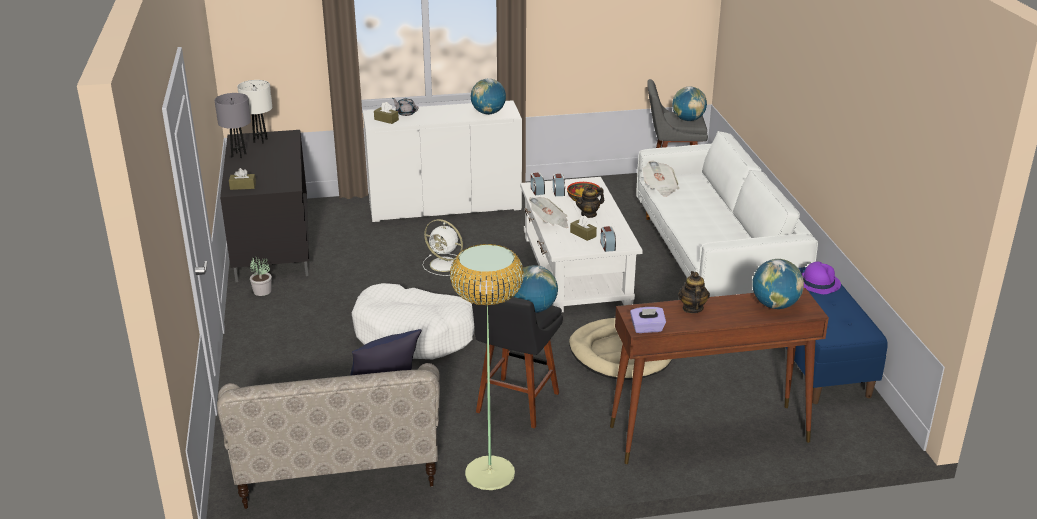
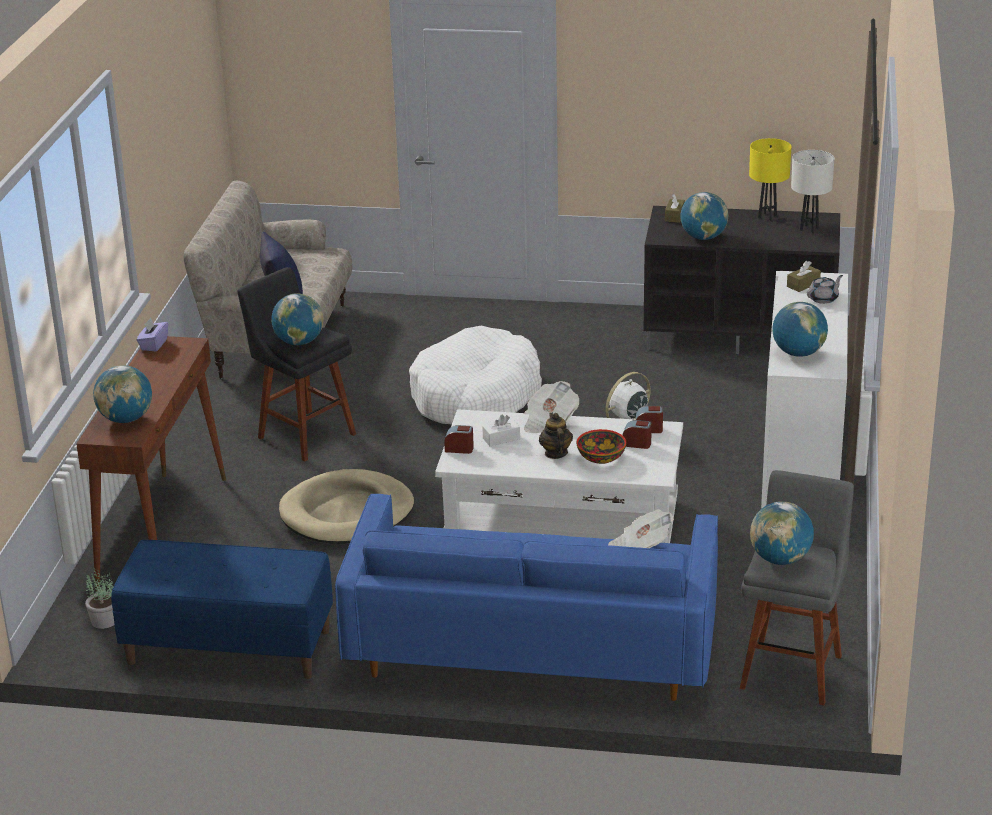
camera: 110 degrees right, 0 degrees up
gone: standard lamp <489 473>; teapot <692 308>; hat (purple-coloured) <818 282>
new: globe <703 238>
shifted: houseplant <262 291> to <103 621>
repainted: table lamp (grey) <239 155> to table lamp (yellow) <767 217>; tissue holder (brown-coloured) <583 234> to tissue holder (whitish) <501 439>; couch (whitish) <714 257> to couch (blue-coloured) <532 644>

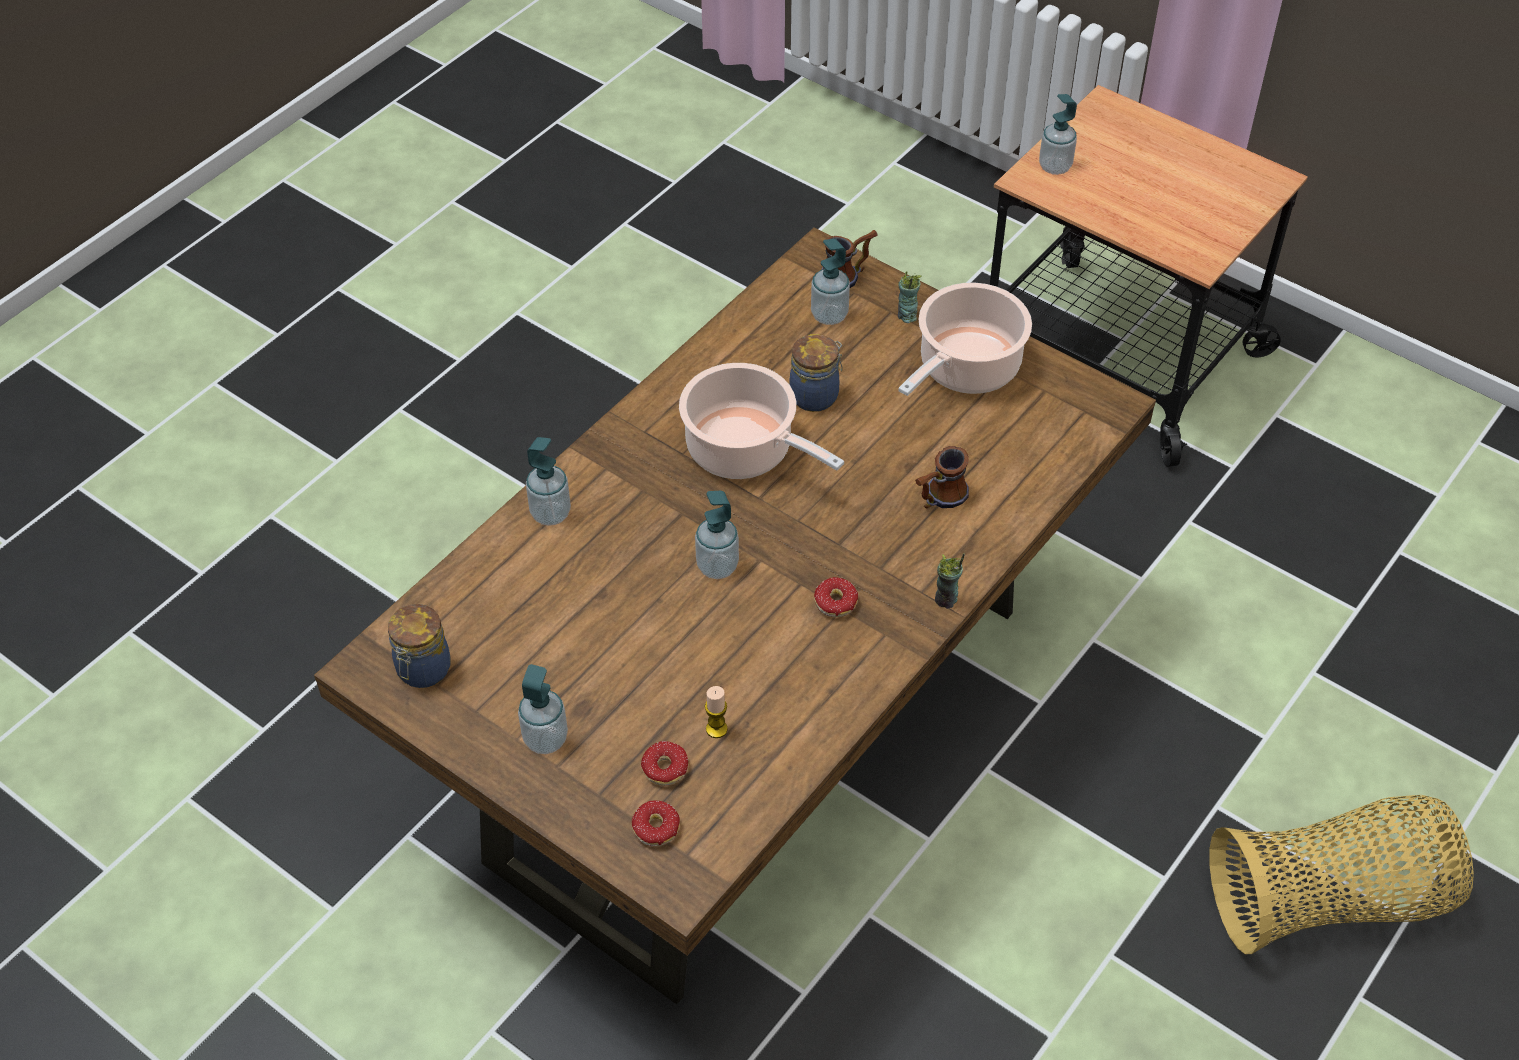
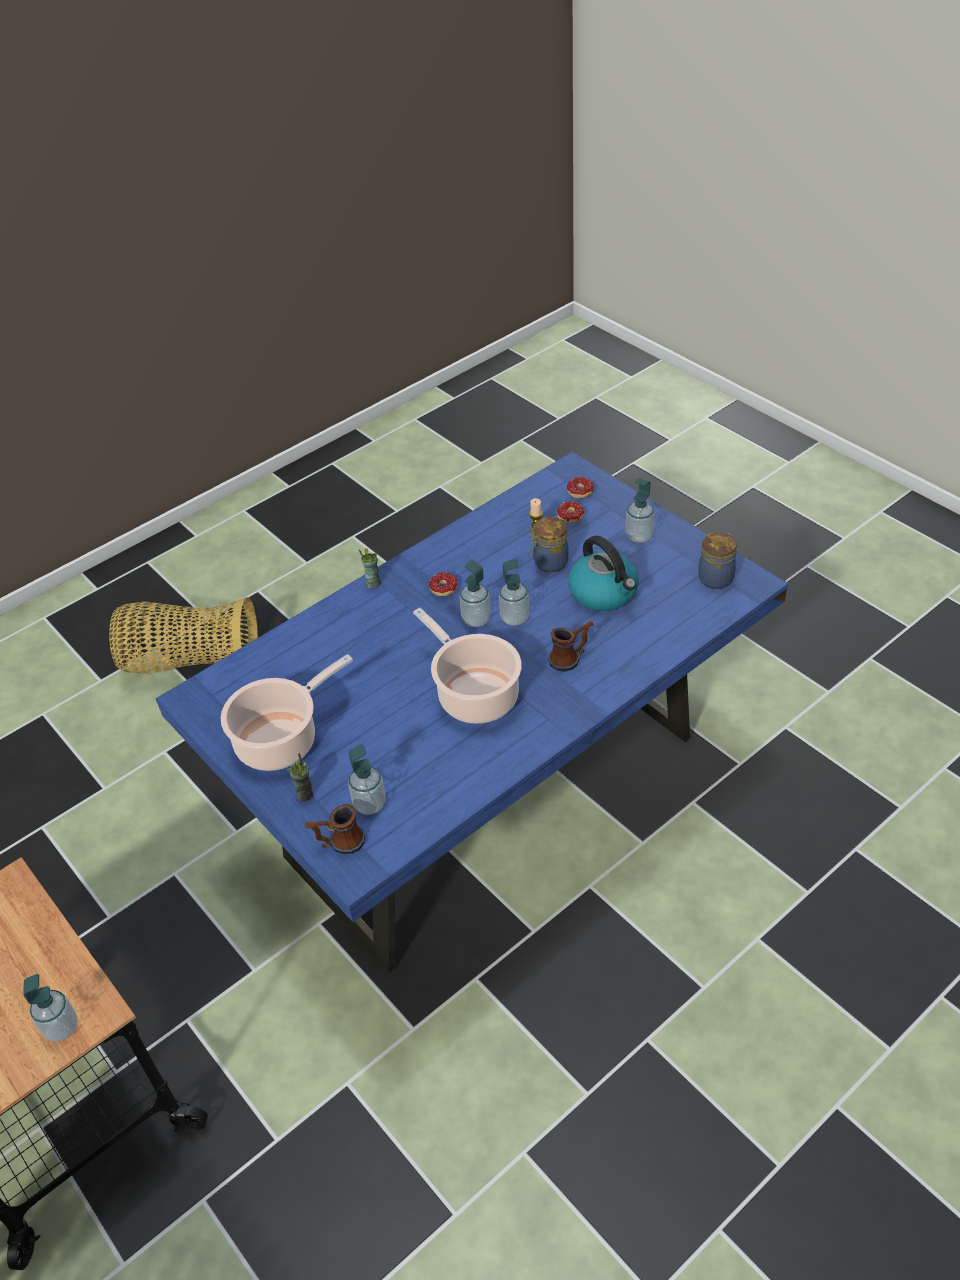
camera: 165 degrees left, 5 degrees down
new: tea kettle <604 593>
shifted: soap bottle <550 513> to <476 619>; storage jar <816 395> to <549 563>; coffee mug <938 499> to <571 657>
repainted: kitchen table (brown-coloured) <760 730> to kitchen table (blue-coloured) <491 799>

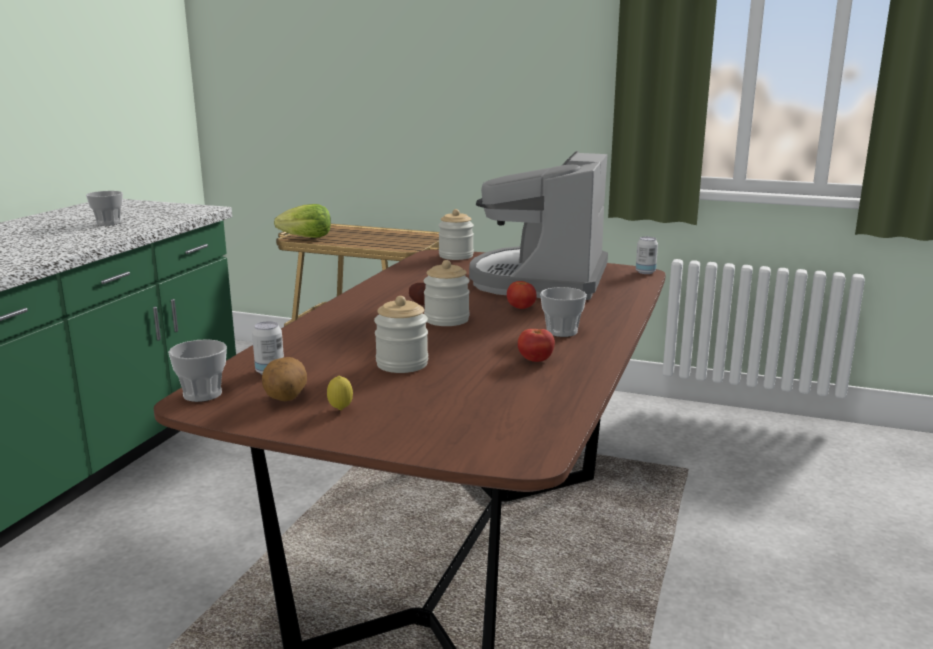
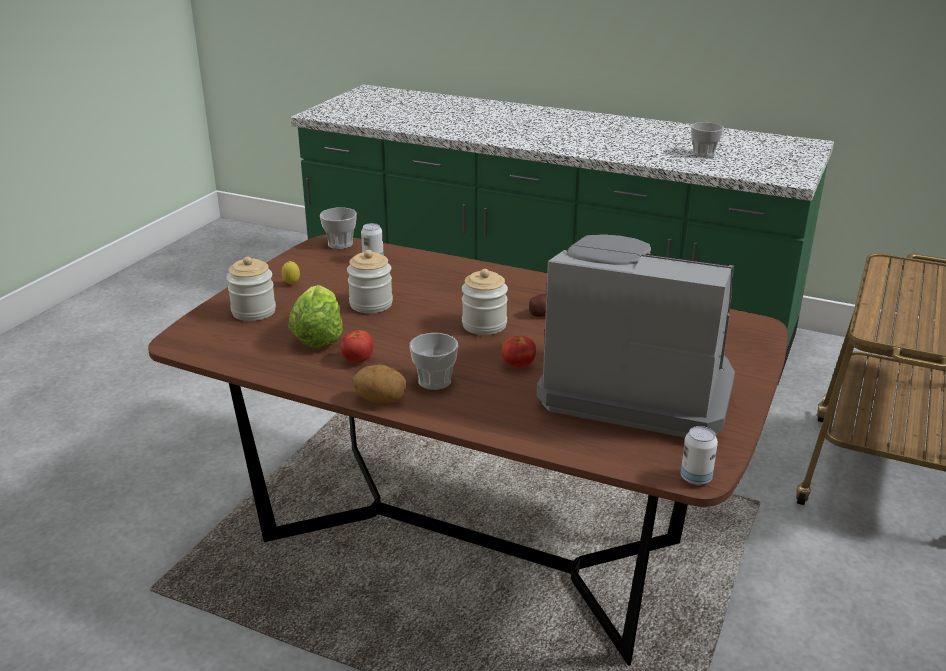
camera: 95 degrees right, 10 degrees up
shifted: spud <285 398> to <380 400>; head of lettuce <307 238> to <318 337>; storage jar <456 256> to <254 311>

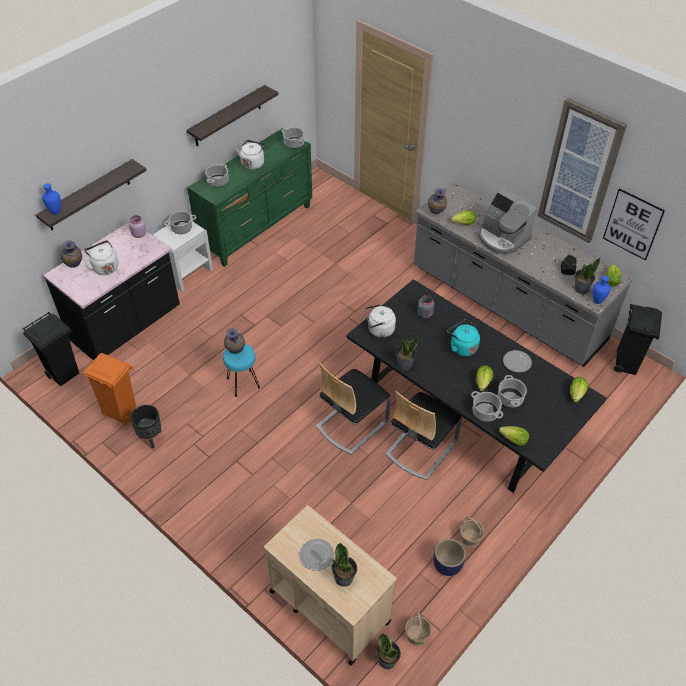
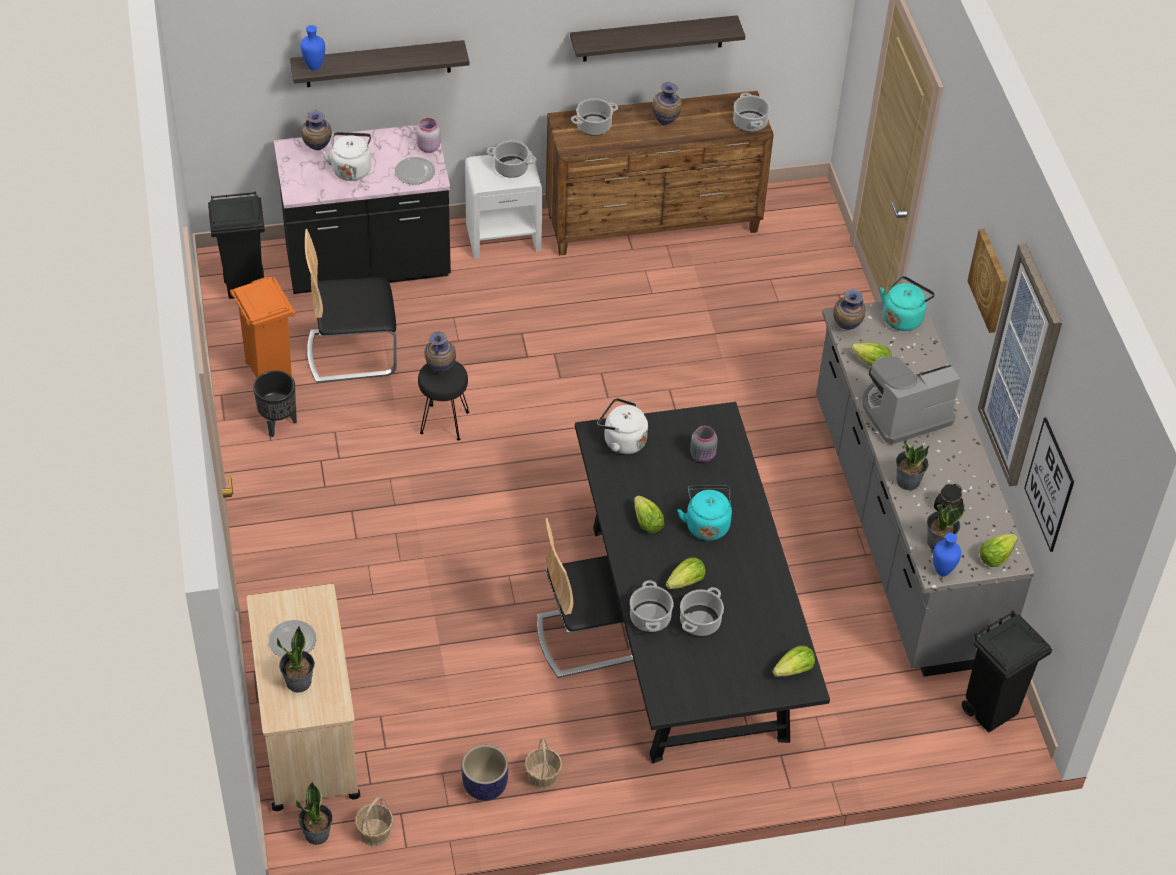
camera: 35 degrees right, 0 degrees up
new: tea kettle (turquoise-coloured) <903 317>; wall art <990 280>
shifted: chair <351 424> to <352 352>; houseplant <404 363> to <908 481>; head of lettuce <514 440> to <647 523>; dinner plate <517 362> to <414 172>
swapped: tea kettle (whitish) <253 163> to flower vase <666 123>
repainted: dresser (green-coloured) <257 228> to dresser (brown-coloured) <654 224>; sitting stool (turquoise-coloured) <242 383> to sitting stool (black) <444 422>
rotated: coffee brewer <502 238> = <904 413> 75 degrees clockwise

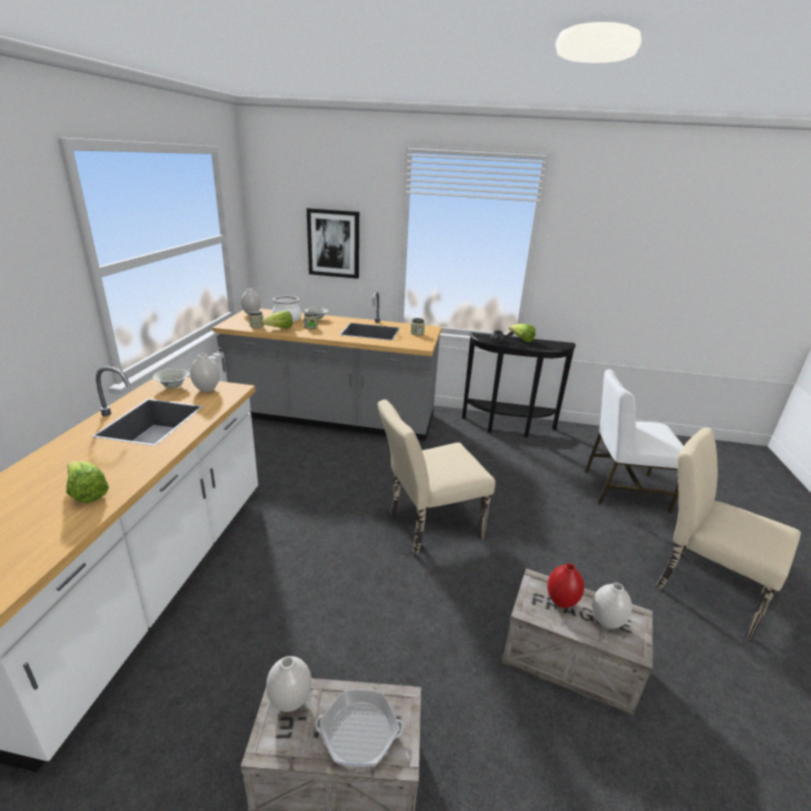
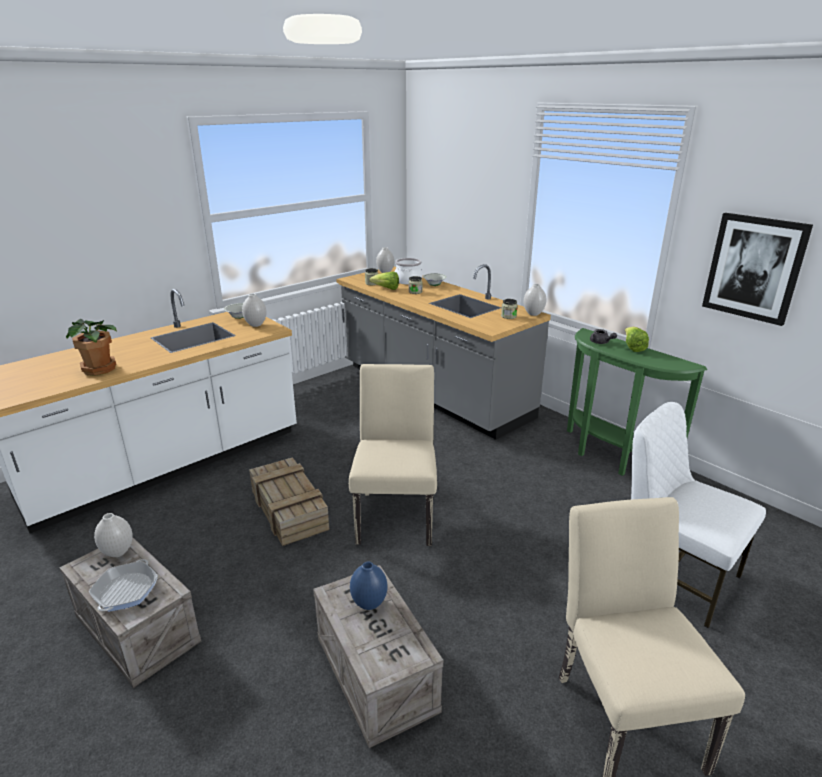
camera: 40 degrees right, 0 degrees up
new: packing crate <288 509>
shifted: wall art <333 243> to <754 268>; flower vase (whitish) <606 622> to <533 314>
swapped: head of lettuce <87 493> to houseplant <100 369>
repainted: console table (black) <508 428> to console table (green-coloured) <610 458>; flower vase (red-coloured) <560 602> to flower vase (blue-coloured) <368 603>
rotated: skillet <359 732> = <126 590> 120 degrees counterclockwise; chair (sand-coloured) <428 527> = <396 512> 75 degrees clockwise

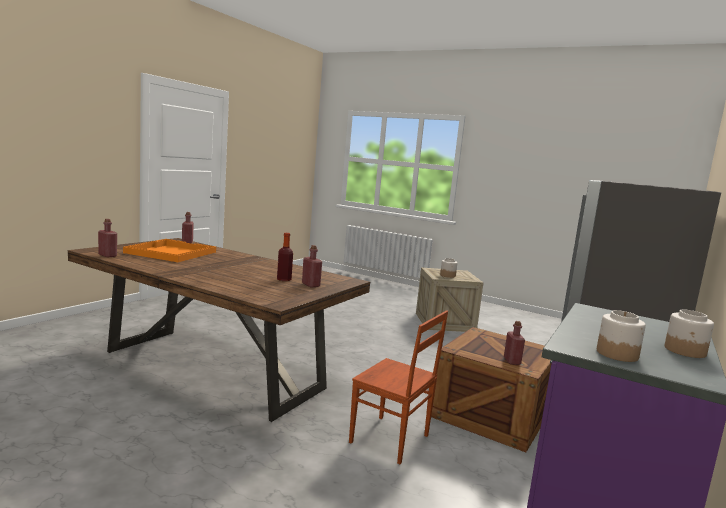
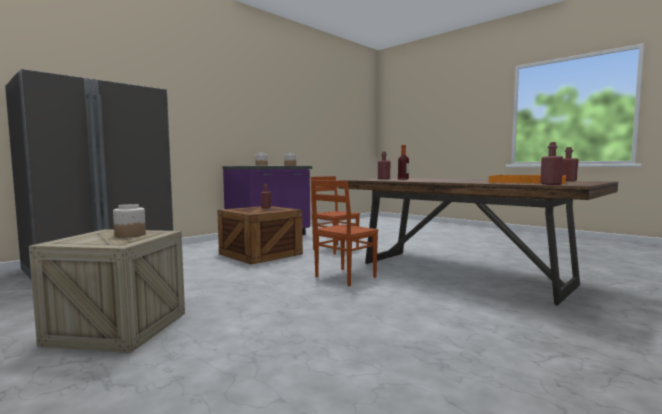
camera: 165 degrees left, 5 degrees down
new: chair (brown-coloured) <344 277>

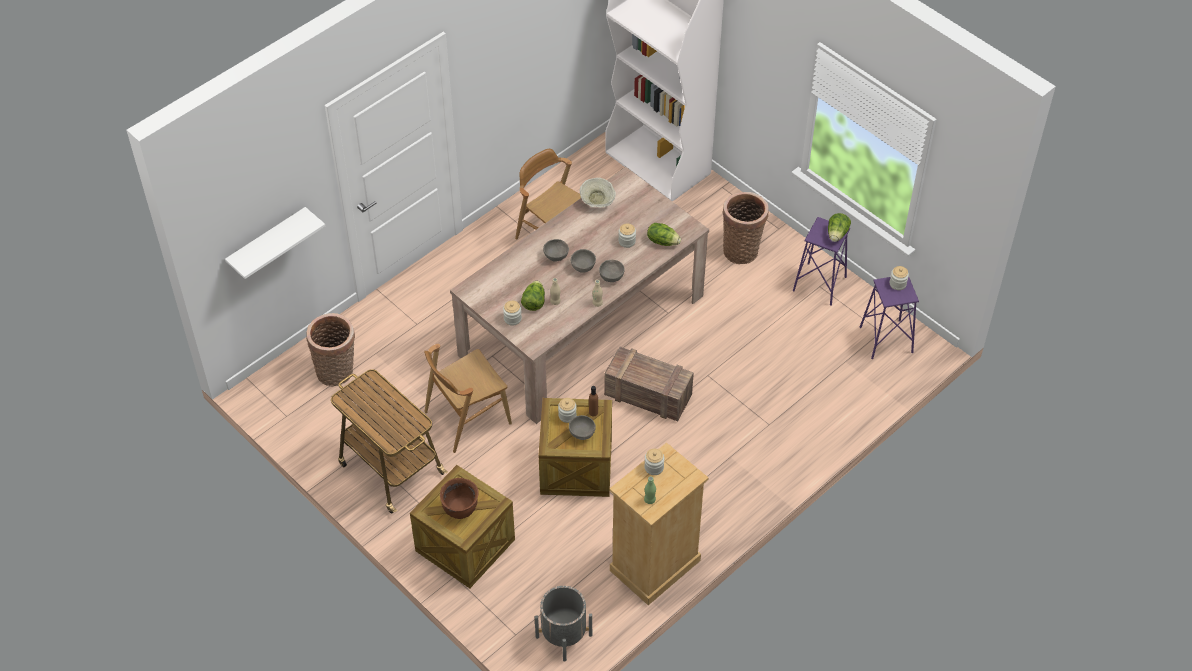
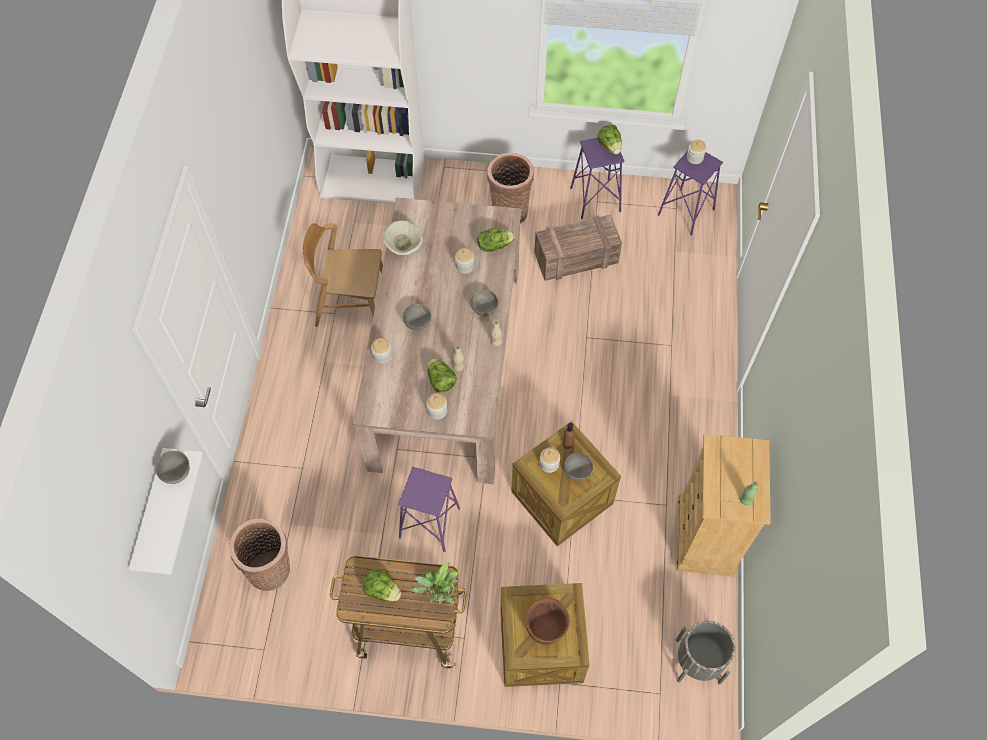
camera: 40 degrees left, 10 degrees up
new: head of lettuce <382 590>; houseplant <438 595>
shifted: serving bowl (grey) <582 267> to <176 473>; packing crate <649 395> to <577 258>; storage jar <654 467> to <382 356>
swapped: chair (brown-coloured) <467 417> to sitting stool (purple-coloured) <429 523>

